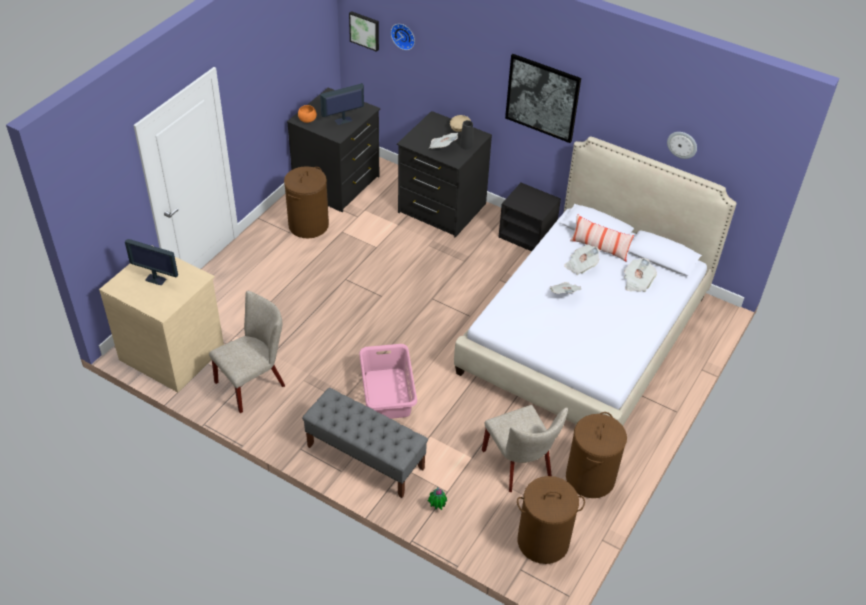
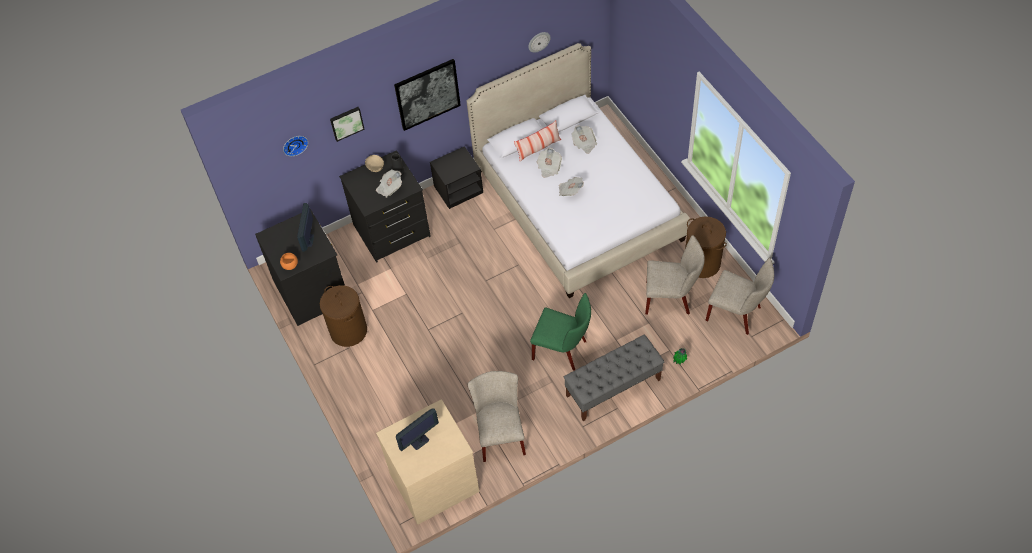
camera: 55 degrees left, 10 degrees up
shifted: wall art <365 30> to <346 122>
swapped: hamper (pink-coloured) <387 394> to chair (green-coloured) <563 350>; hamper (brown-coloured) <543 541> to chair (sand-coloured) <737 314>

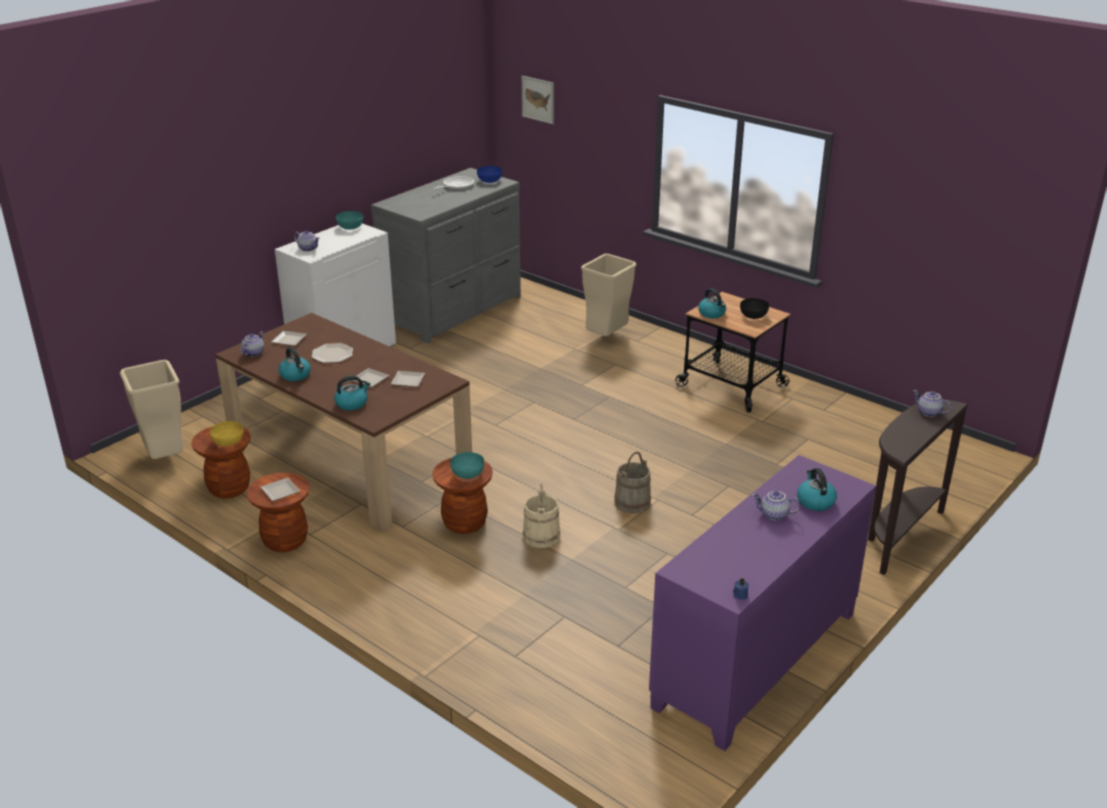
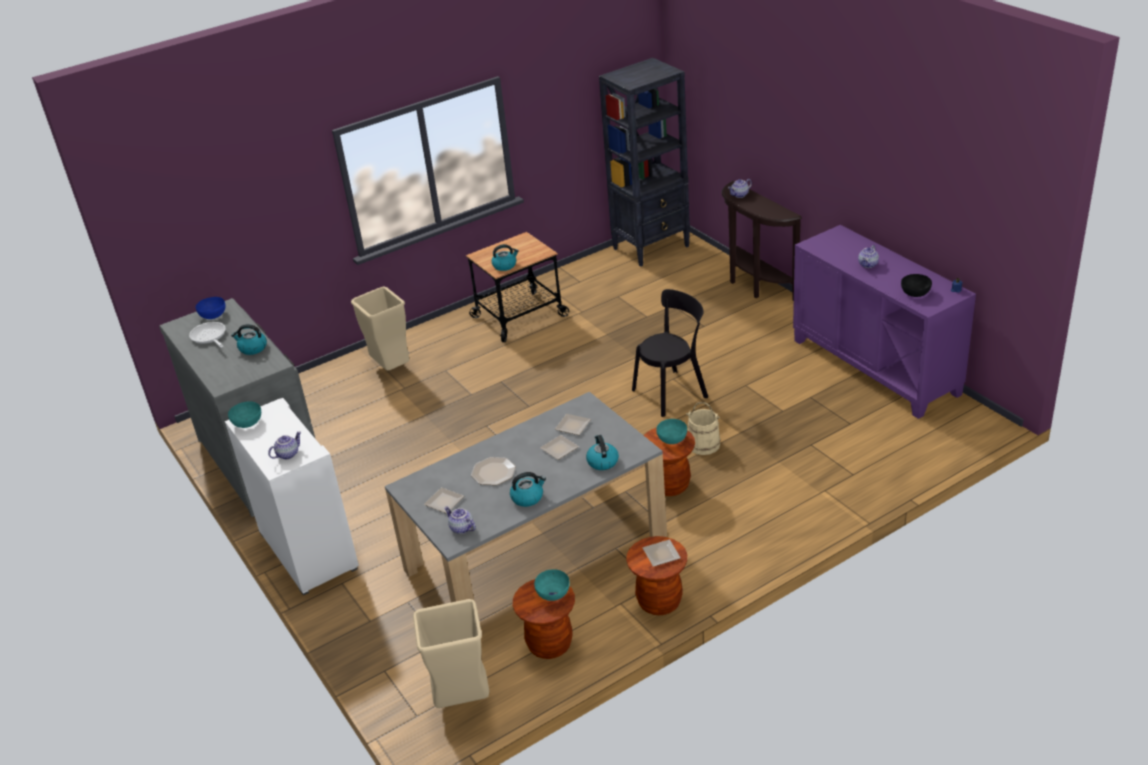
camera: 70 degrees left, 5 degrees up
gone: wall art <538 99>
new: shelving unit (black) <652 247>
shifted: serving bowl (black) <753 316> to <916 293>; tea kettle <815 501> to <252 348>
swapped: bucket (sand-coloured) <632 502> to chair (black) <672 392>
repainted: serving bowl (yellow) <228 442> to serving bowl (turquoise-coloured) <553 593>; kitchen table (brown-coloured) <349 461> to kitchen table (grey) <536 553>

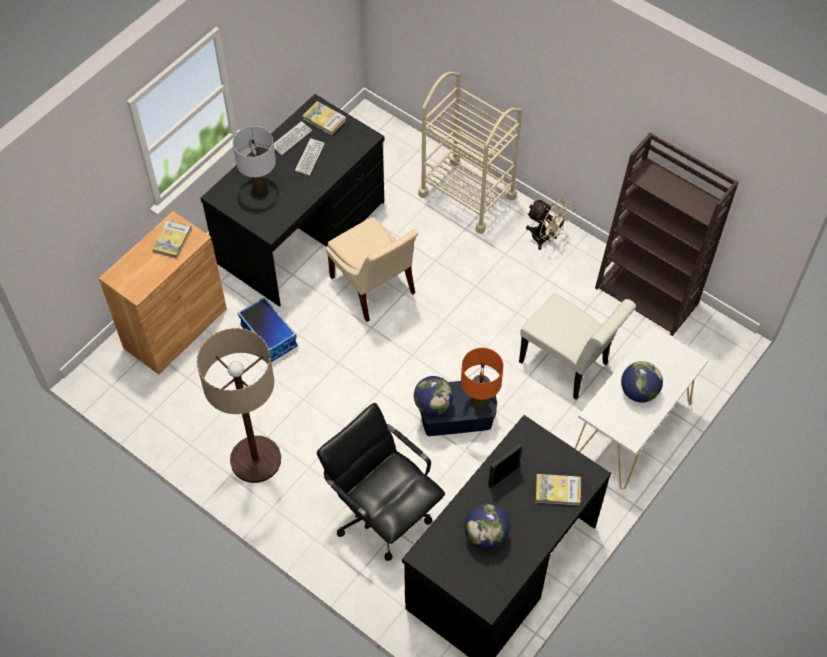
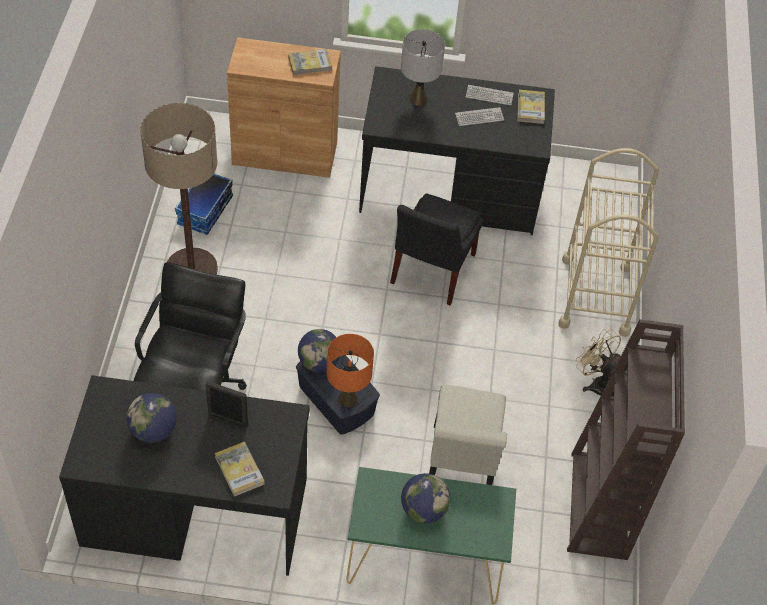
camera: 55 degrees right, 5 degrees down
shifted: storage container <269 336> to <205 211>
repainted: chair (sand-coloured) <374 288> to chair (black) <431 271>; console table (whitish) <631 429> to console table (green-coloured) <424 561>
rotated: fan (sand-coloured) <545 238> = <597 383> 135 degrees clockwise

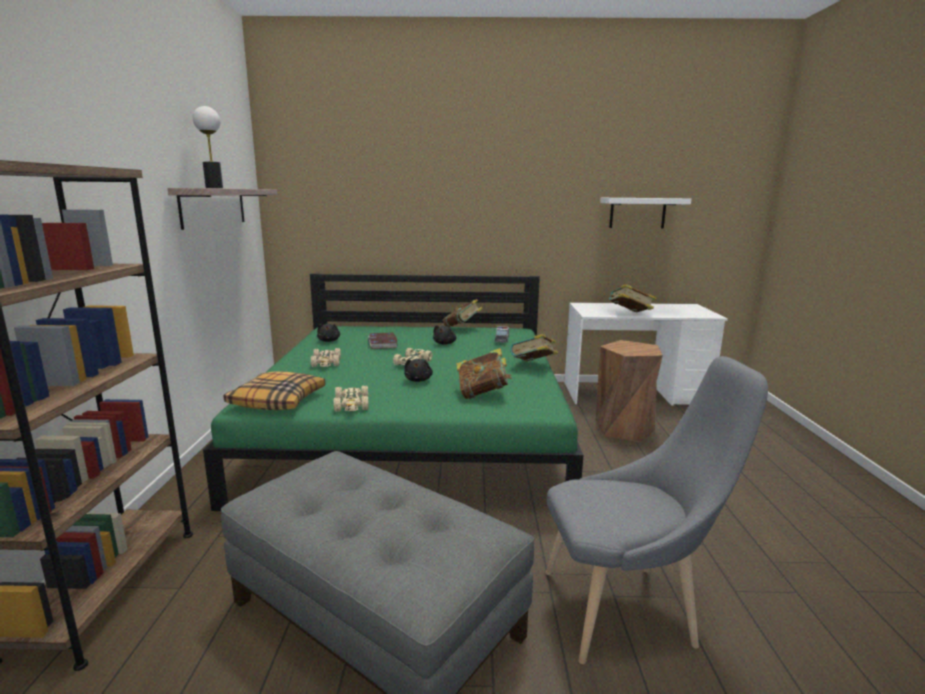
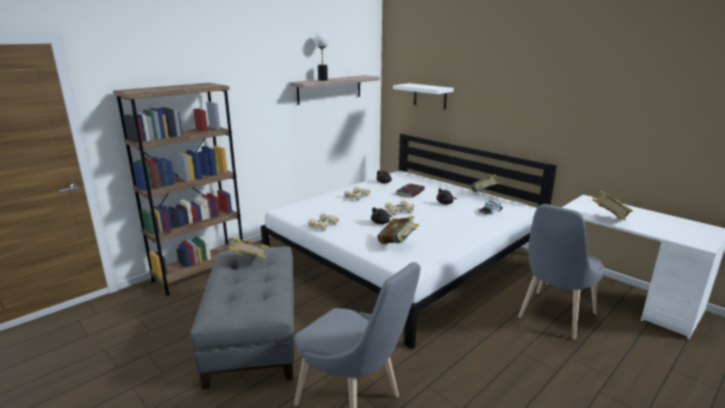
camera: 45 degrees right, 5 degrees up
gone: cushion <278 400>
shifted: bound book <533 366> to <247 261>; wall shelf (whitish) <637 213> to <430 96>
swapped: sitting stool (brown-coloured) <624 429> to chair (grey) <553 317>
repainted: bed (green-coloured) <414 430> to bed (whitish) <404 257>

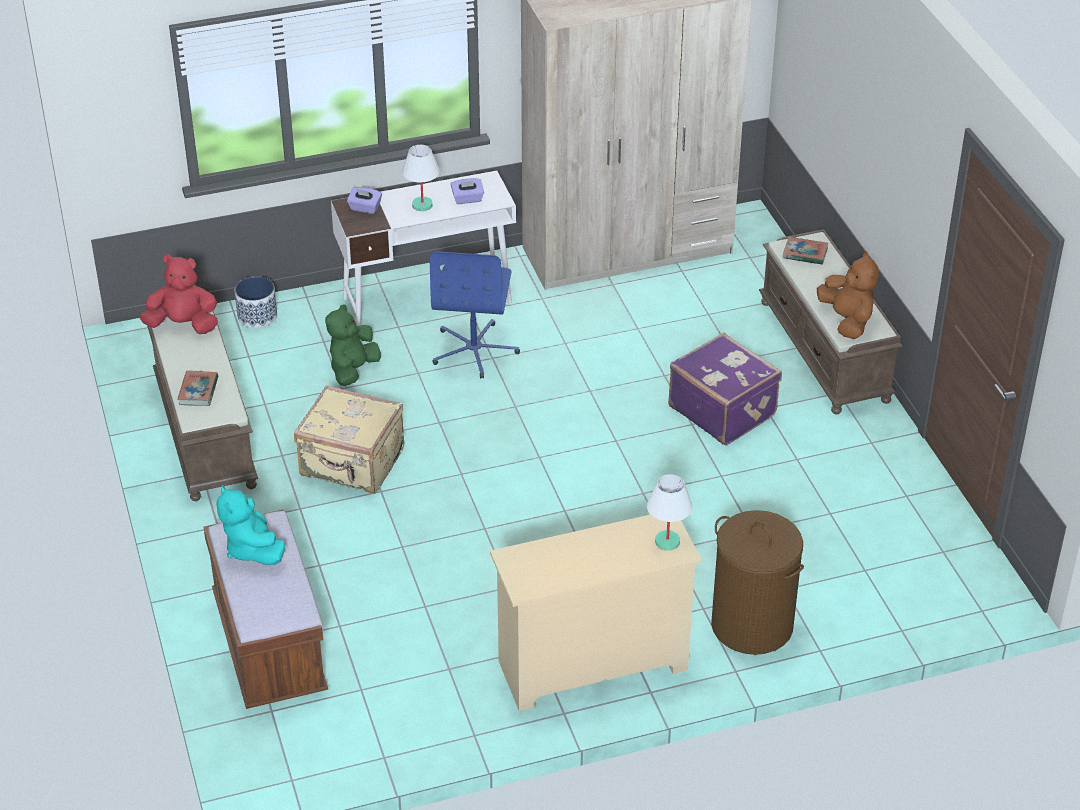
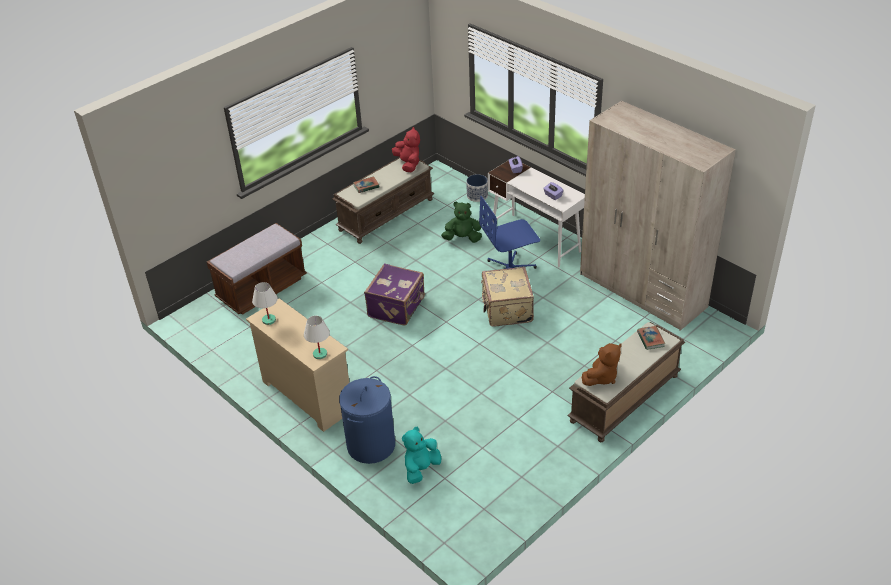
camera: 65 degrees right, 0 degrees up
shifted: plush toy (turquoise-coloured) <252 549> to <421 469>; piece of luggage (sand-coloured) <352 464> to <506 309>; table lamp (whitish) <421 205> to <268 320>; piece of luggage (purple-coloured) <723 410> to <397 307>
repainted: hamper (brown-coloured) <751 625> to hamper (blue-coloured) <371 445>

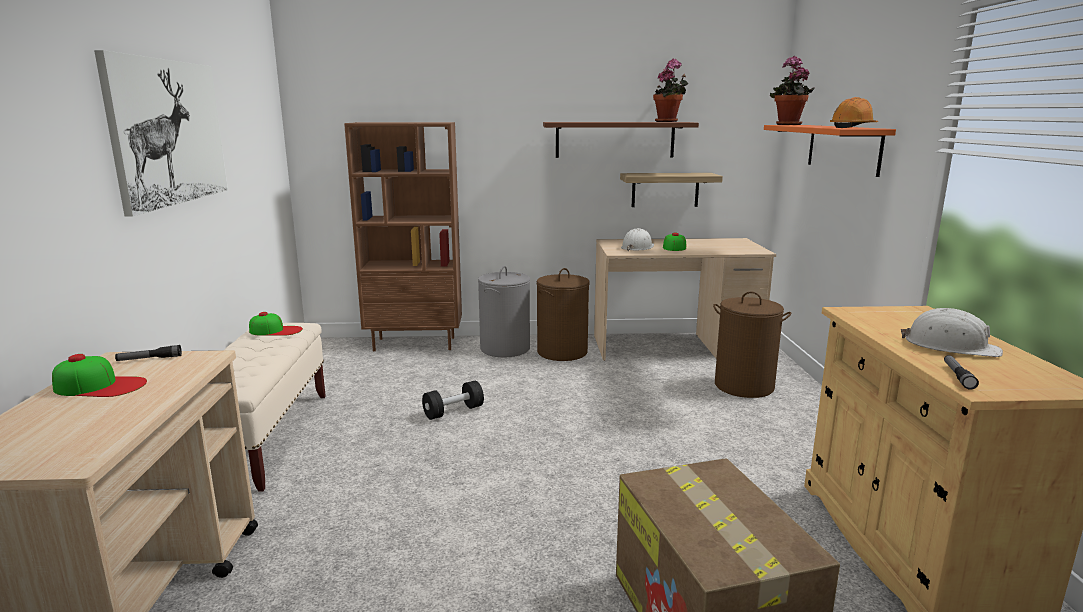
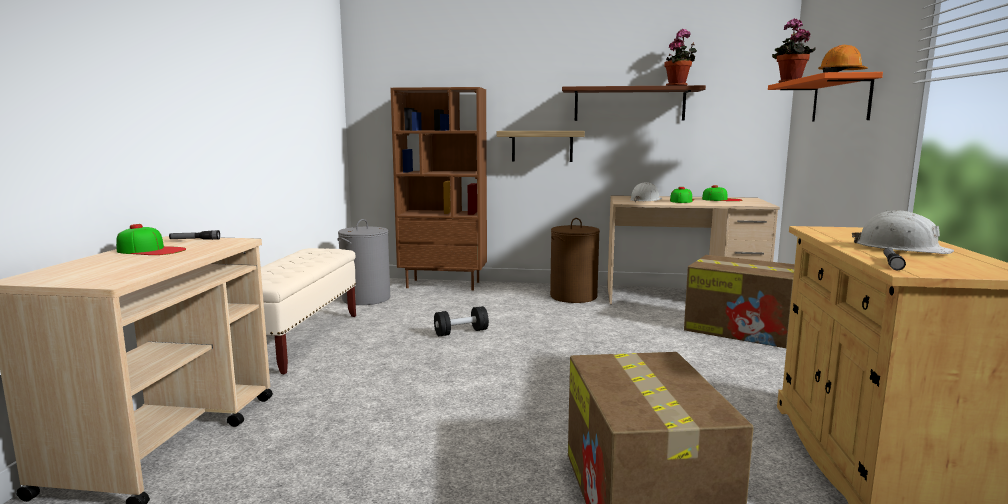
camera: 10 degrees right, 5 degrees down
gone: wall art <169 132>
shifted: cap <276 330> to <722 199>; hamper (grey) <505 348> to <366 298>; wall shelf <665 190> to <542 146>
swapped: hamper (brown-coloured) <744 386> to packing box <742 330>

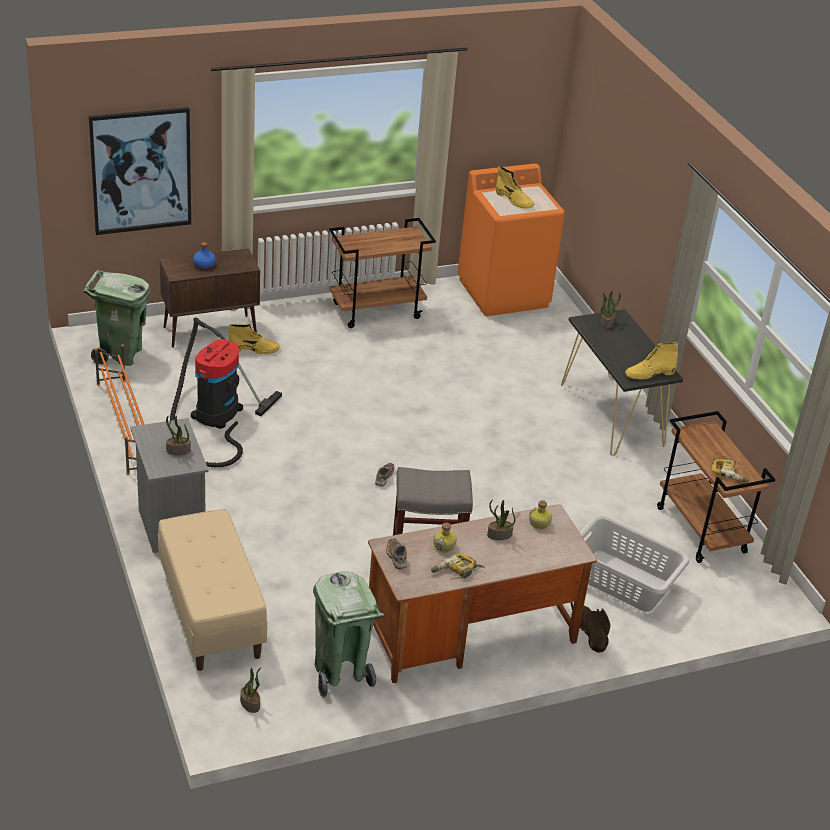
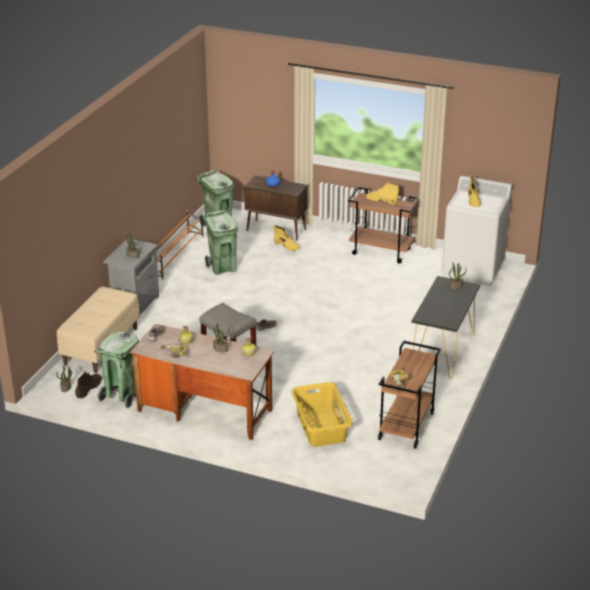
camera: 45 degrees right, 5 degrees down
gone: wall art <141 171>
shifted: tall boot (brown-coloured) <589 631> to <89 388>; tall boot (yellow) <649 374> to <381 200>
swapped: hoover <215 417> to trash can (green-coloured) <222 268>
repainted: laundry machine (orange) <504 293> to laundry machine (whitish) <473 269>; hamper (grey) <623 582> to hamper (yellow) <320 427>

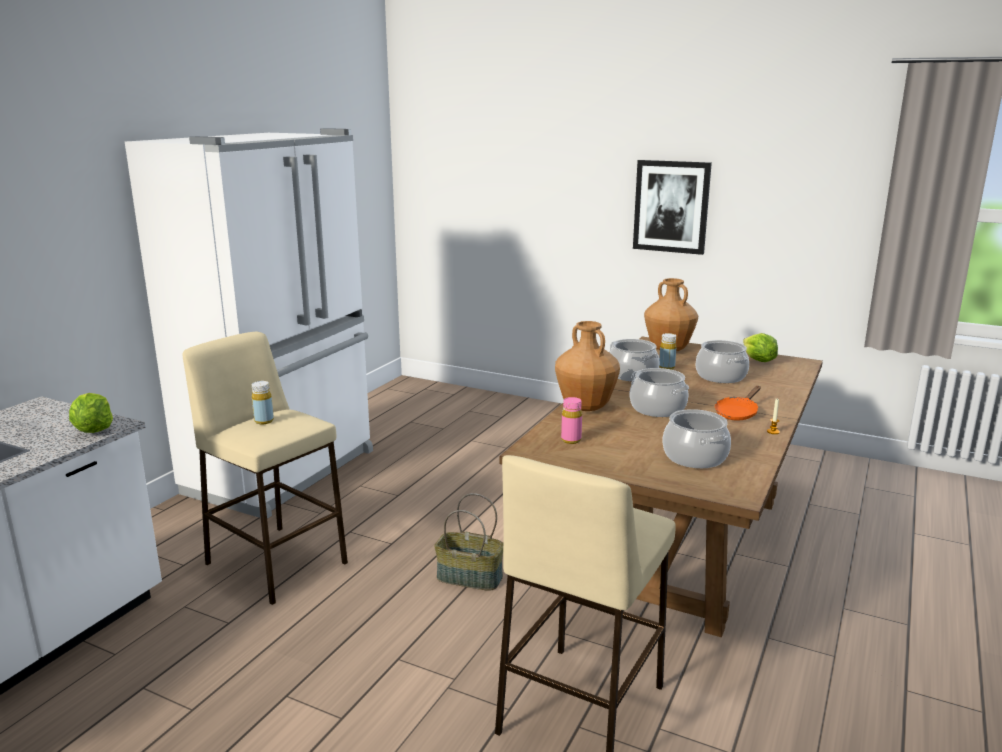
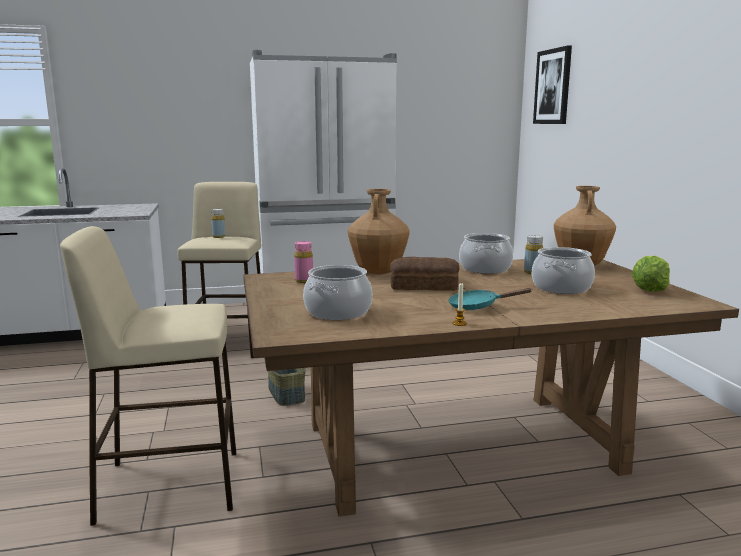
camera: 50 degrees right, 5 degrees down
gone: head of lettuce <93 430>
shifted: wall art <671 206> to <553 87>
swapped: saucepot <658 408> to bakery bread <425 286>
repainted: skillet (orange) <737 413> to skillet (turquoise-coloured) <478 306>

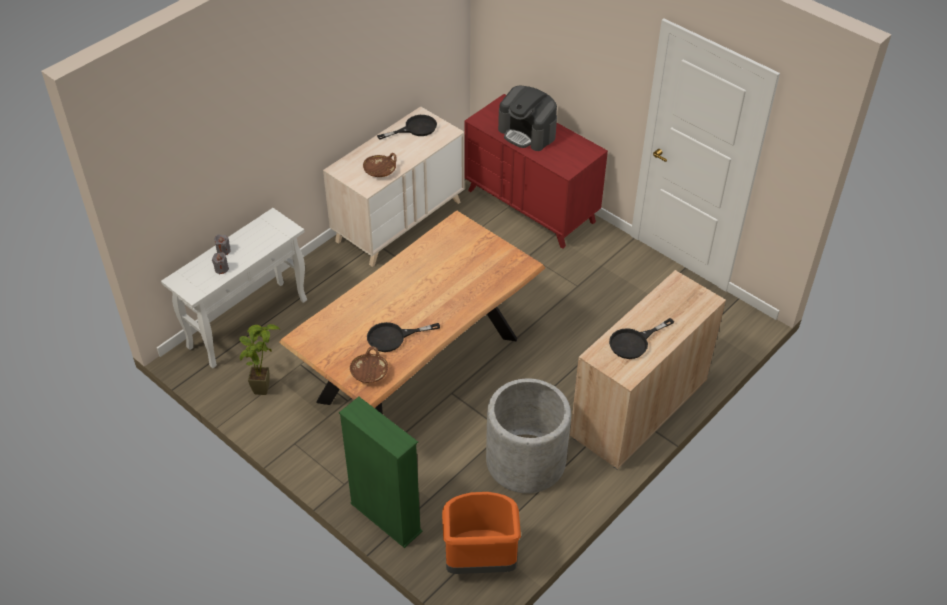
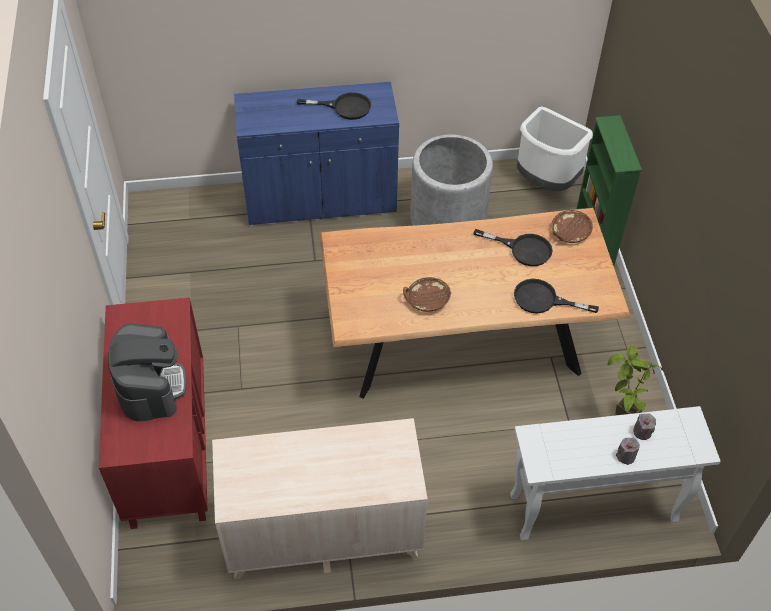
camera: 140 degrees left, 5 degrees up
shifted: serving bowl (brown-coloured) <380 170> to <427 300>; skillet (black) <415 128> to <543 300>
repainted: trash can (orange) <479 560> to trash can (whitish) <546 181>; storage cabinet (sand-coloured) <639 408> to storage cabinet (blue-coloured) <320 199>

